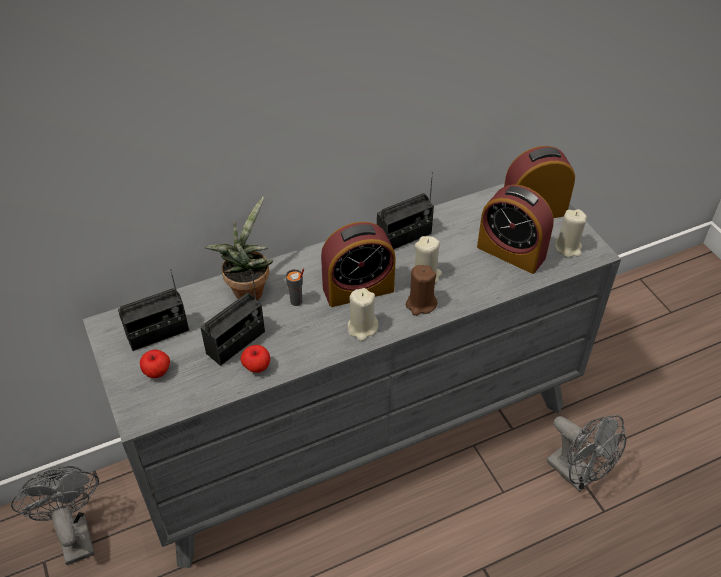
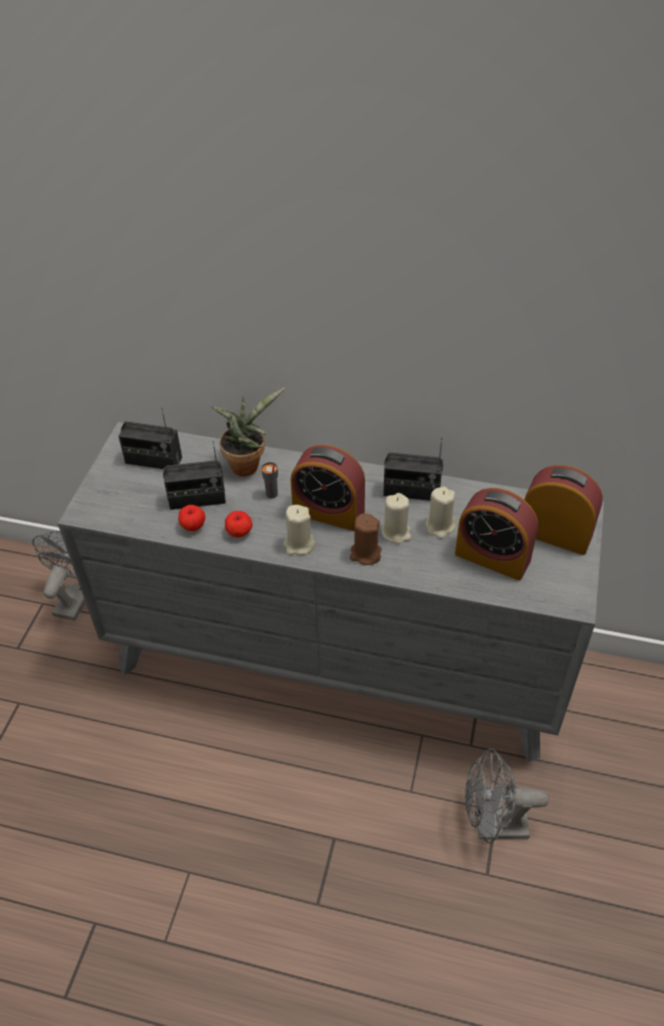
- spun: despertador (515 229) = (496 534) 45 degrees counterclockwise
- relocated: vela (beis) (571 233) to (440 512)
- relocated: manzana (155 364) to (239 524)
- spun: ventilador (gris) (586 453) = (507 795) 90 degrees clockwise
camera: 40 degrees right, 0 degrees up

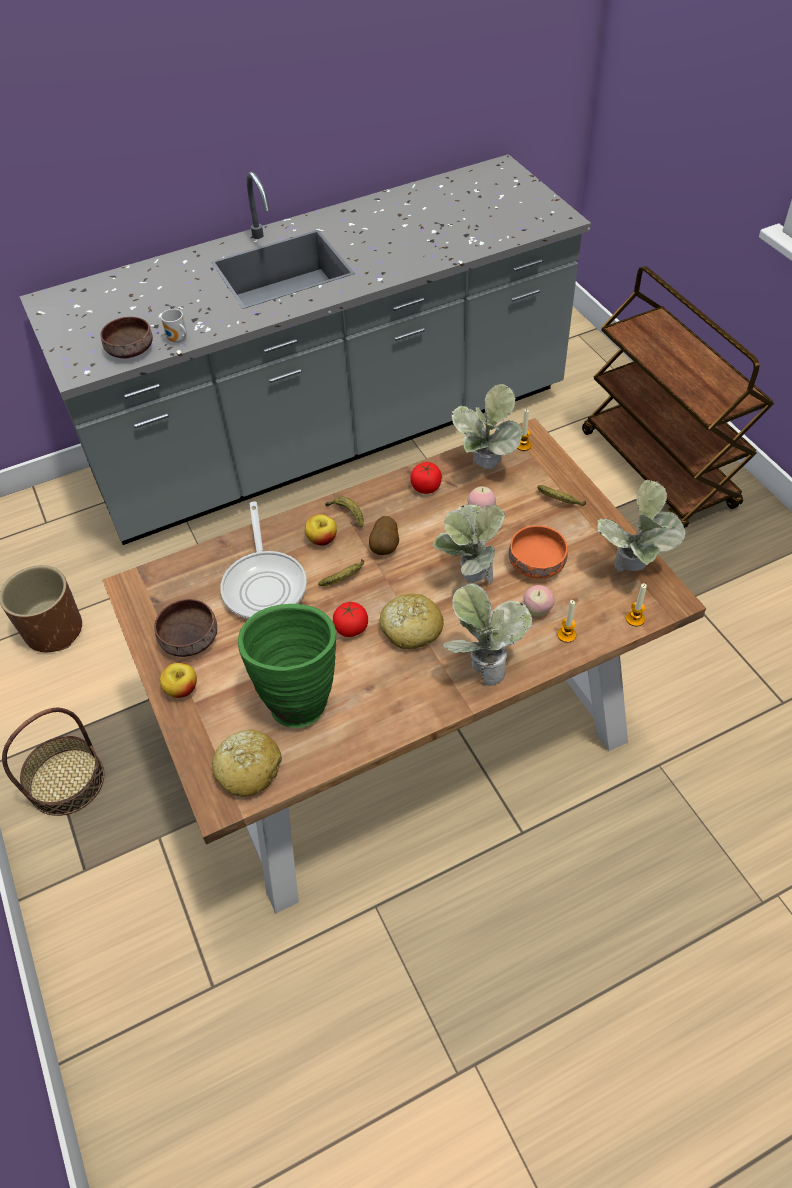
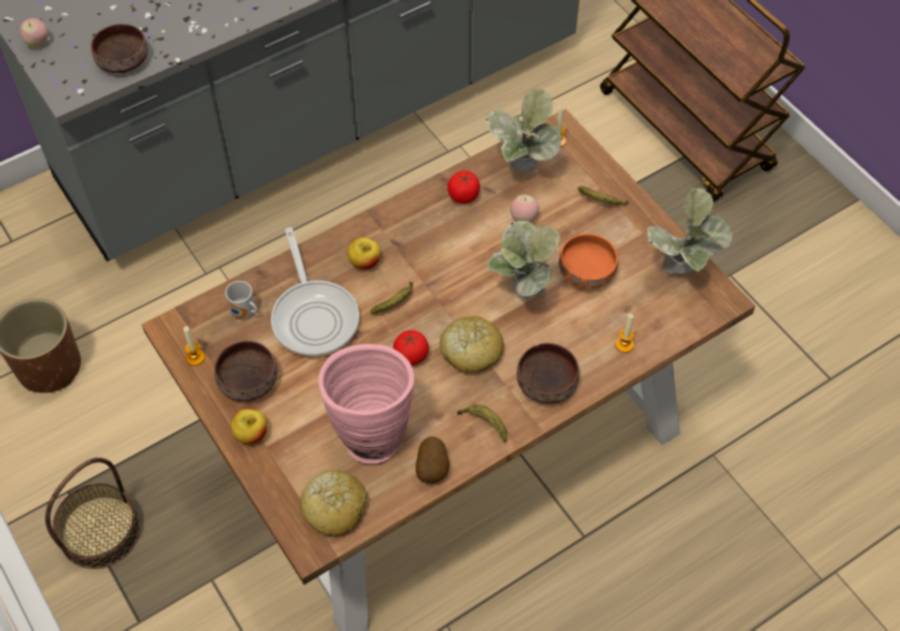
- relocated: taza grande (174 326) to (241 299)
- relocated: plátano (344 512) to (482 423)
- relocated: patata (384 535) to (432 459)
- exchanged: planta en maceta (487 634) to cuenco (marrón) (548 373)
- relocated: vela (636 604) to (194 346)
- relocated: manzana (539 601) to (34 33)
- colour: florero (verde) (287 666) to florero (rosa) (366 404)
camera: 10 degrees left, 5 degrees up

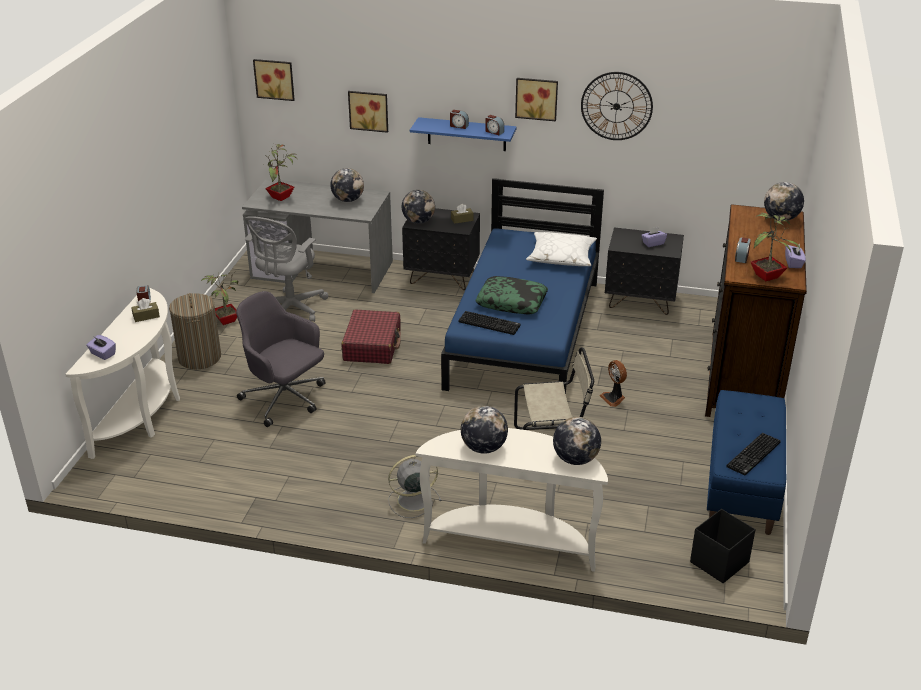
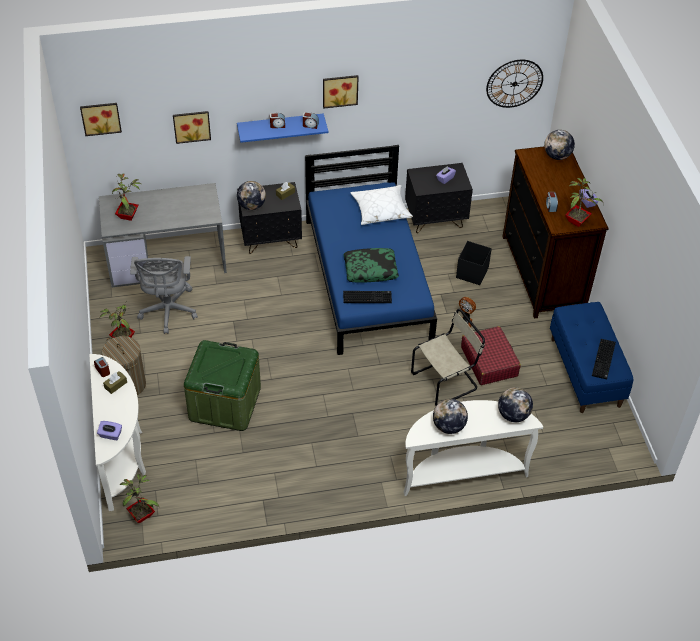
- relocated: reloj de pared (617 106) to (514 84)
- missing: globo terráqueo (347 185)
- exchanged: silla de oficina (gris) (281 359) to caja de almacenaje (verde) (222 385)
- relocated: maleta (rojo) (371 336) to (491 355)
- missing: ventilador (gris) (415 486)
- relocated: caja de almacenaje (negro) (723 546) to (474 263)
- appeared: planta en maceta (139 498)
camera: 25 degrees left, 15 degrees up

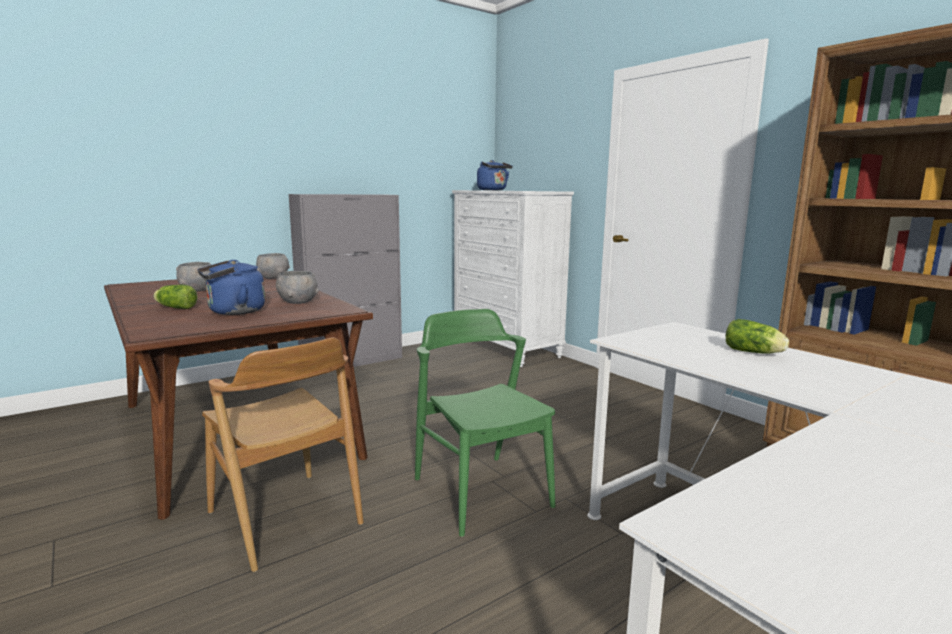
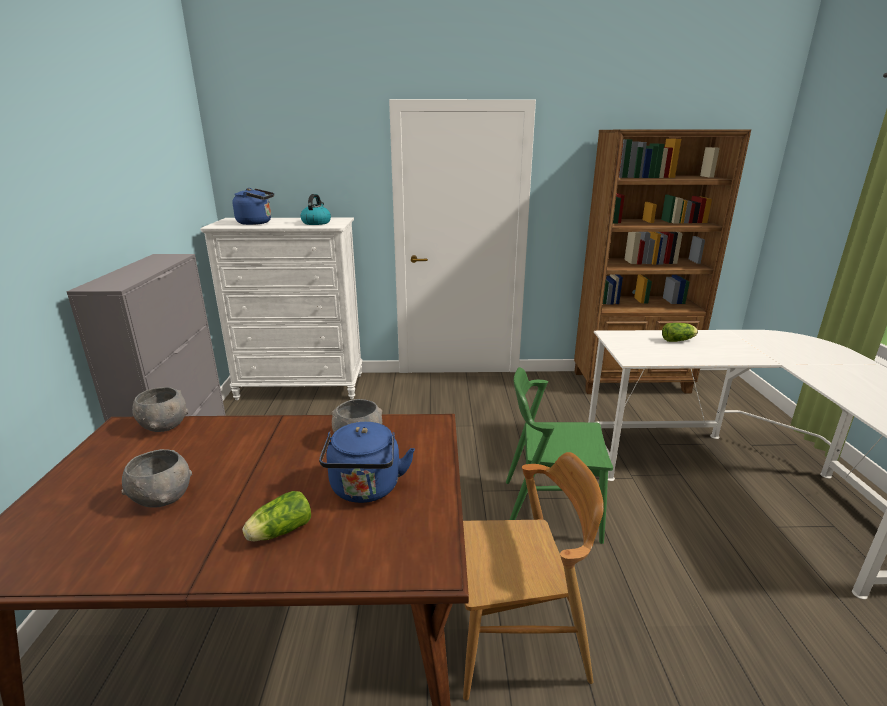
- appeared: hervidor (315 209)
camera: 55 degrees left, 10 degrees up

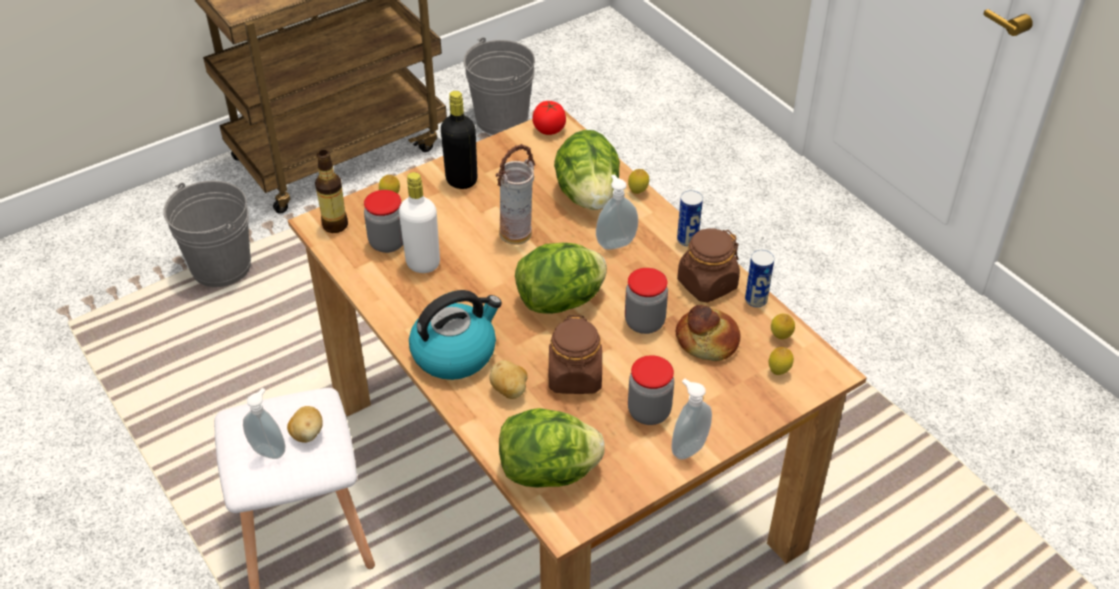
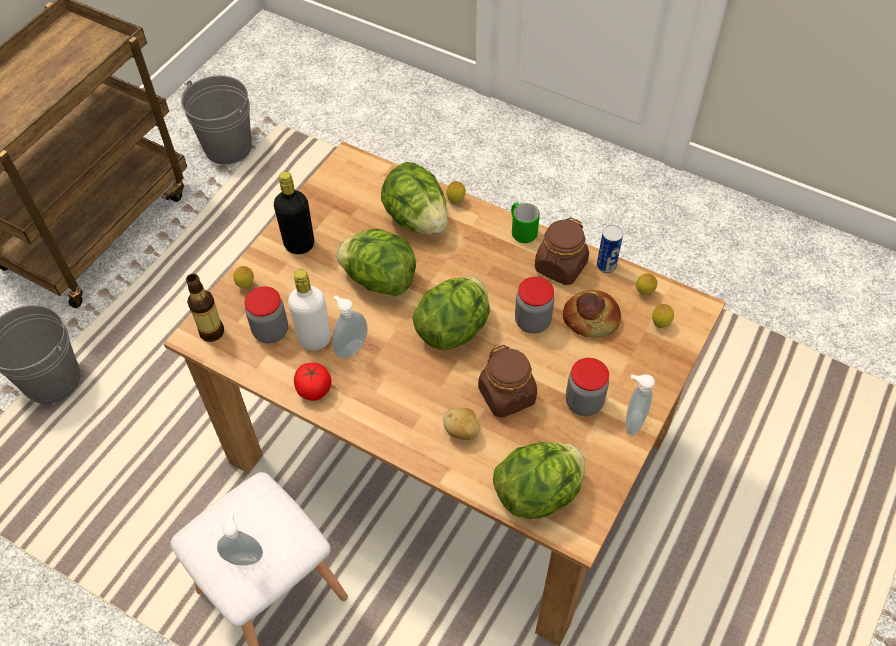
- relocated: tomate (549 118) to (312 382)
- exchanged: florero (515 194) to lechuga (376 263)
- relocated: dispensador de jabón (617 212) to (350 327)
- exchanged: lata (690 218) to taza grande (verde) (525 223)
- missing: hervidor (455 335)
- missing: patata (305 424)
camera: 25 degrees left, 10 degrees up

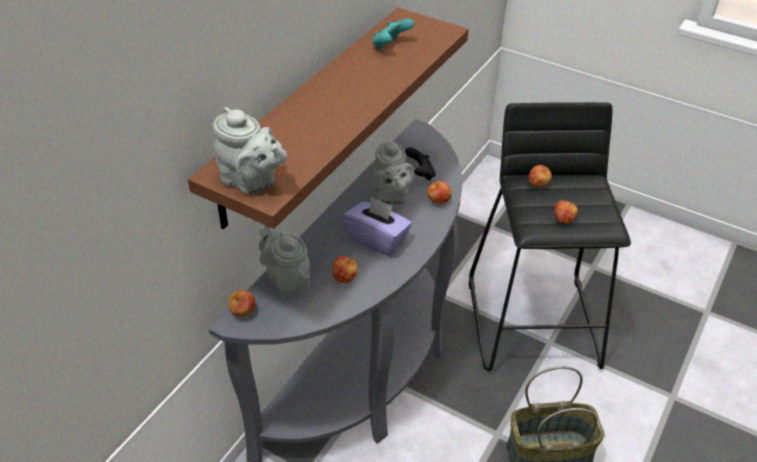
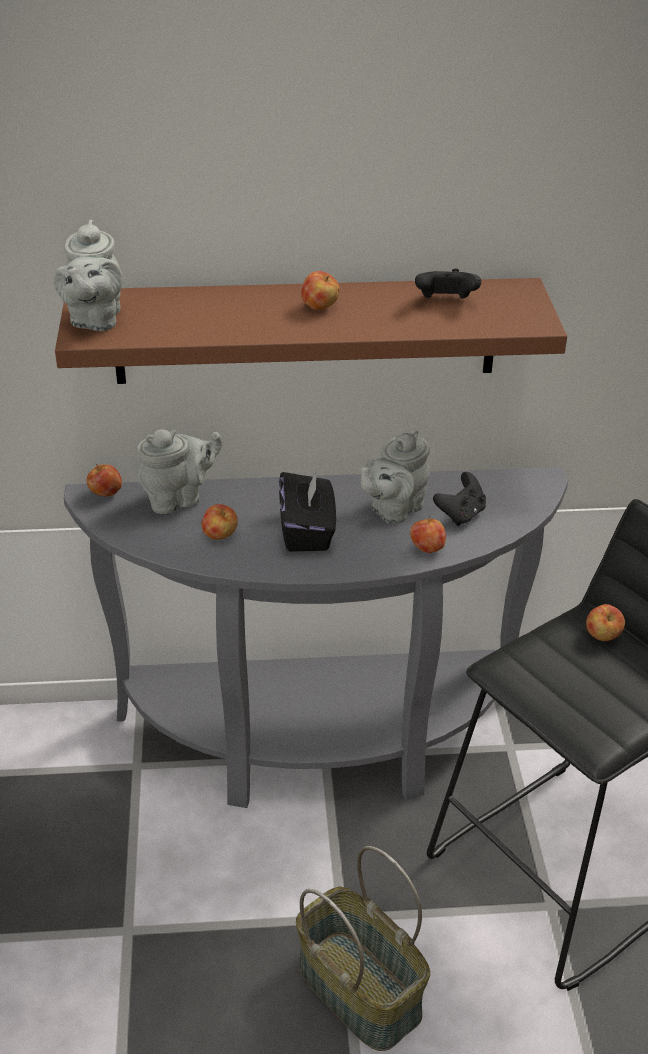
- colour: mando de consola (turquesa) (393 34) to mando de consola (negro) (448 284)
- colour: caja de pañuelos (morado) (377 226) to caja de pañuelos (negro) (307 510)
- relocated: manzana (566 212) to (320 290)
- spun: tetera (gris) (284 260) = (179 471) 45 degrees clockwise
camera: 55 degrees right, 5 degrees down

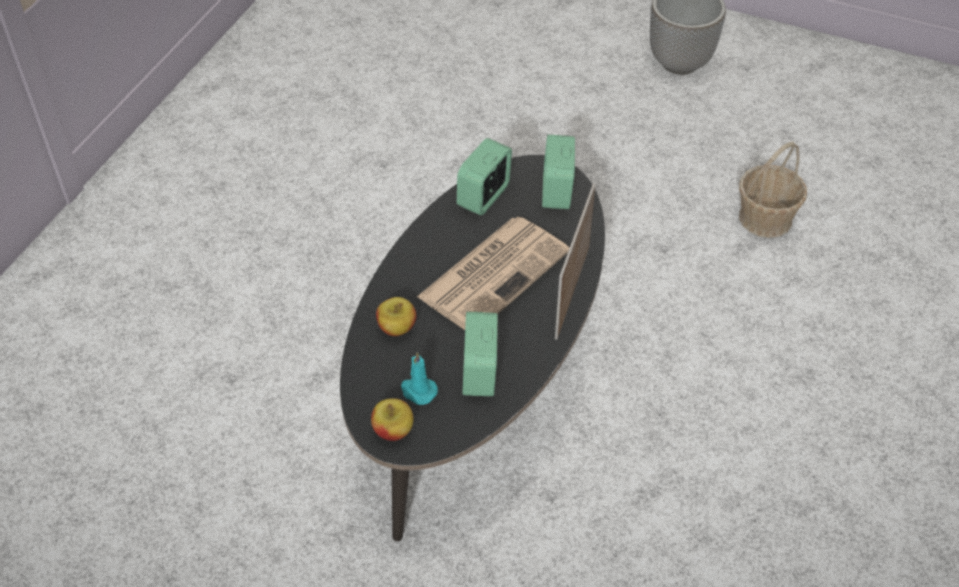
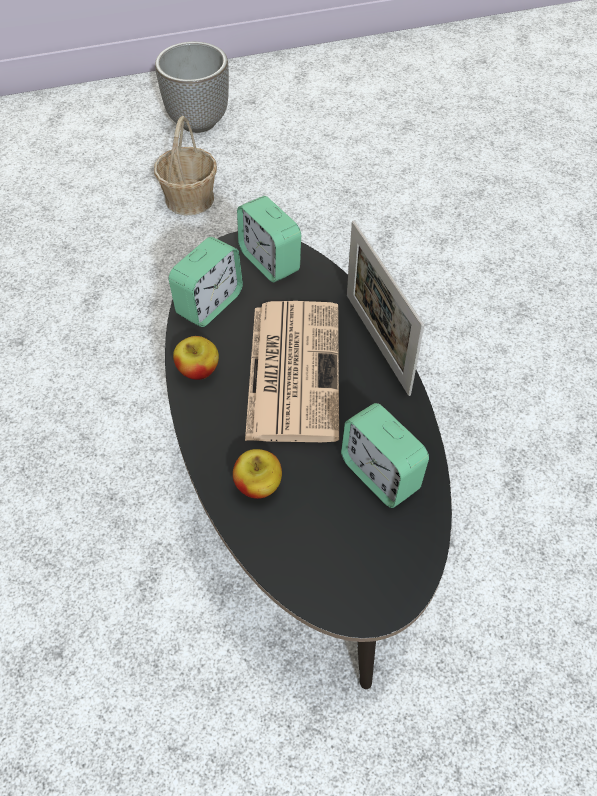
- spun: despertador (484 176) = (206 282) 135 degrees counterclockwise
- relocated: cesta (773 190) to (185 165)
- missing: vela (turquesa) (419 378)
- relocated: manzana (392 419) to (196 358)
camera: 40 degrees left, 5 degrees up

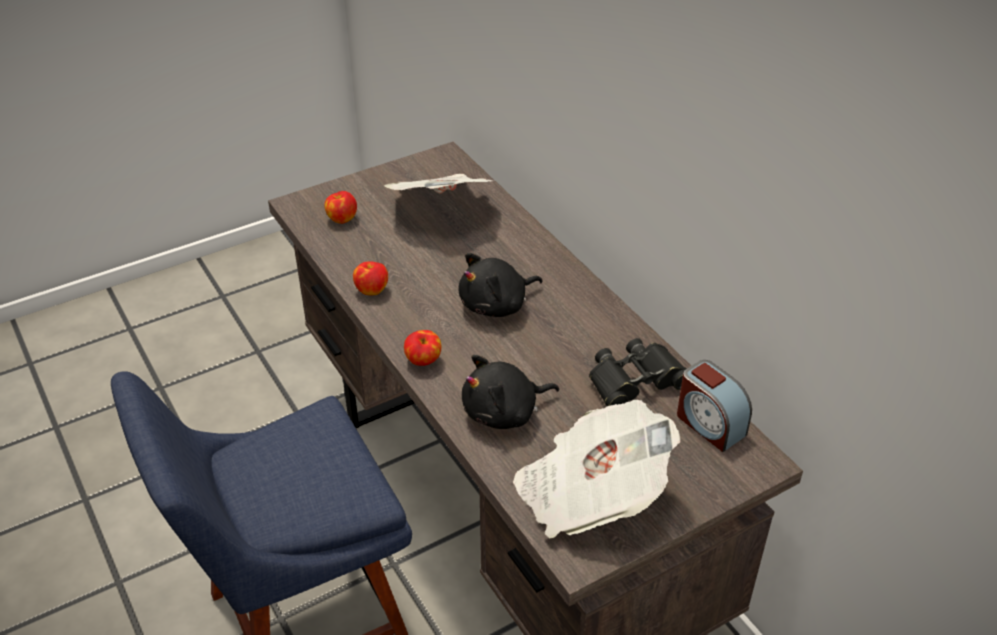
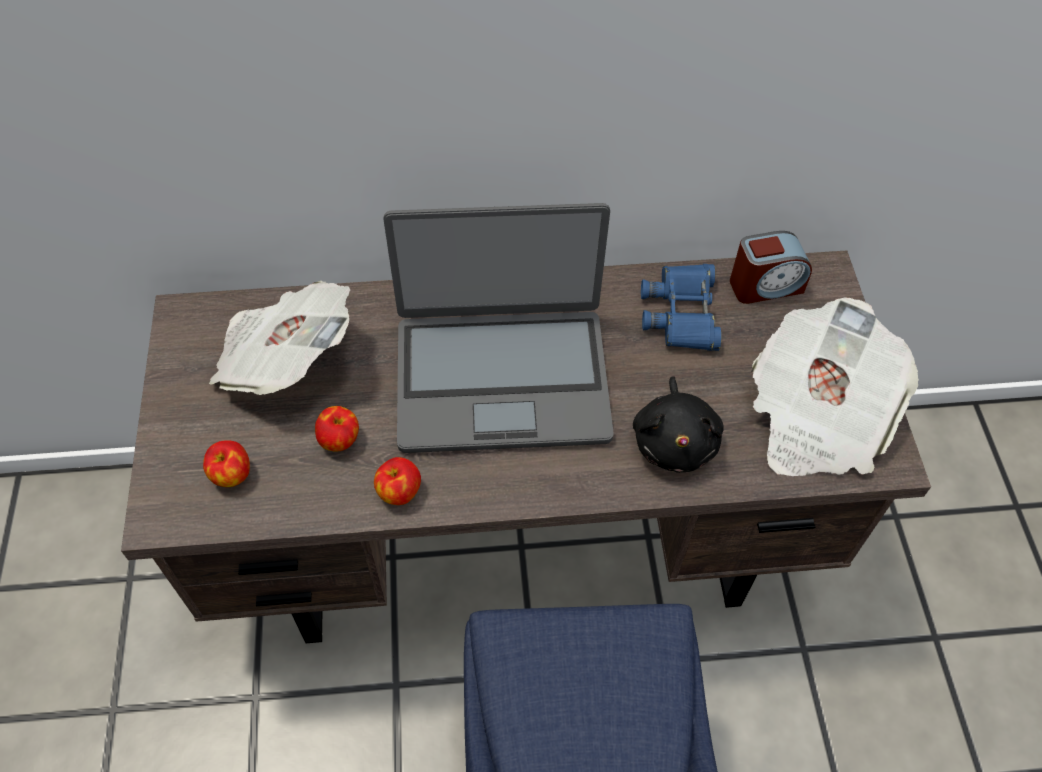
- exchanged: peluche (negro) (500 285) to portátil (498 328)
- relocated: manzana (423 348) to (337 428)
- colour: prismáticos (negro) (638 372) to prismáticos (azul) (681 307)
camera: 65 degrees left, 15 degrees up

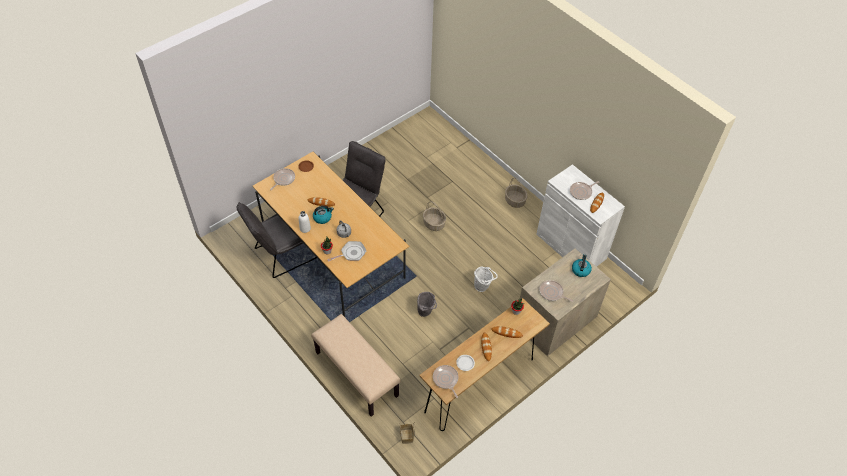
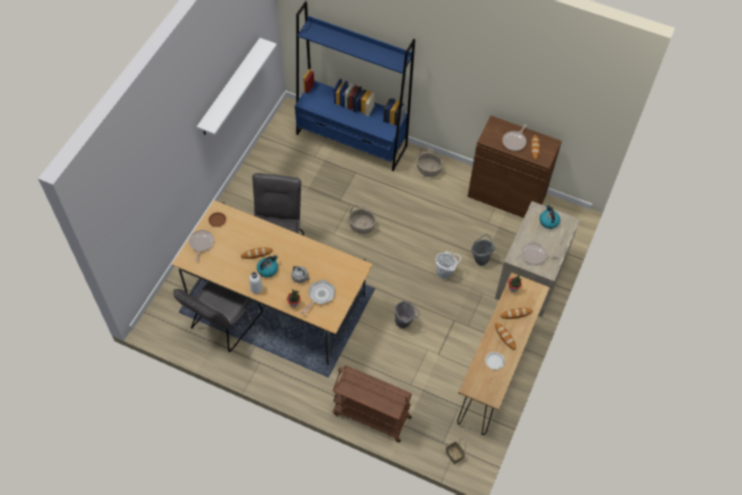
- colour: armario (blanco) (580 215) to armario (marrón) (515 167)
- exchanged: banco (beis) (356 365) to carrito (marrón) (372 404)
- missing: sartén (446 381)
- appeared: estantería (azul) (355 86)
- appeared: estante (blanco) (237 86)
- appeared: cubo (gris) (483 250)
camera: 25 degrees left, 5 degrees up

